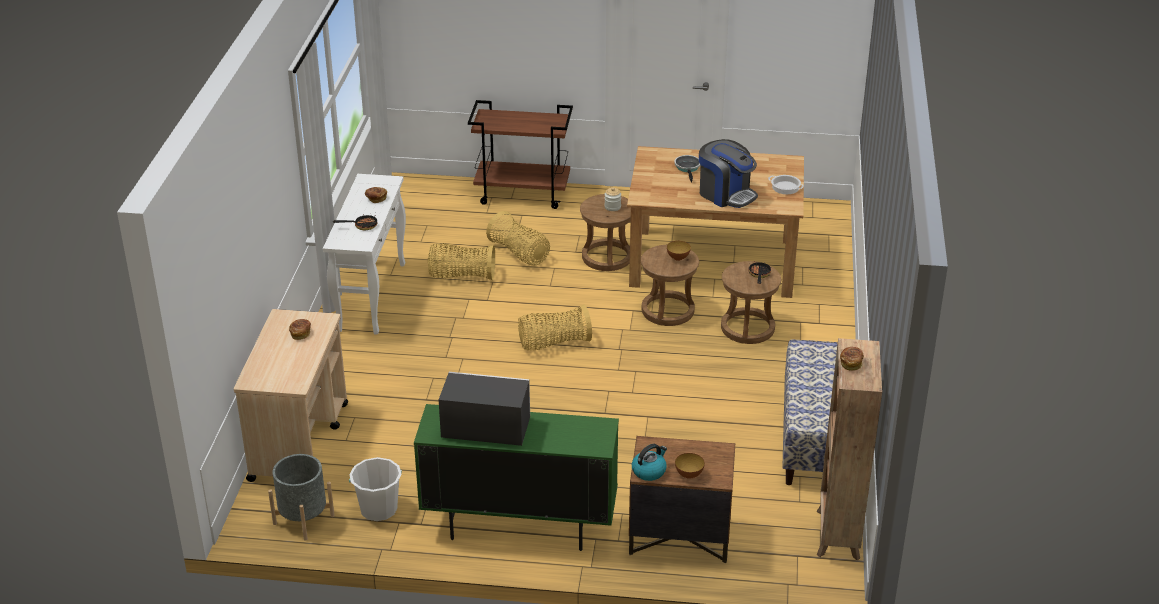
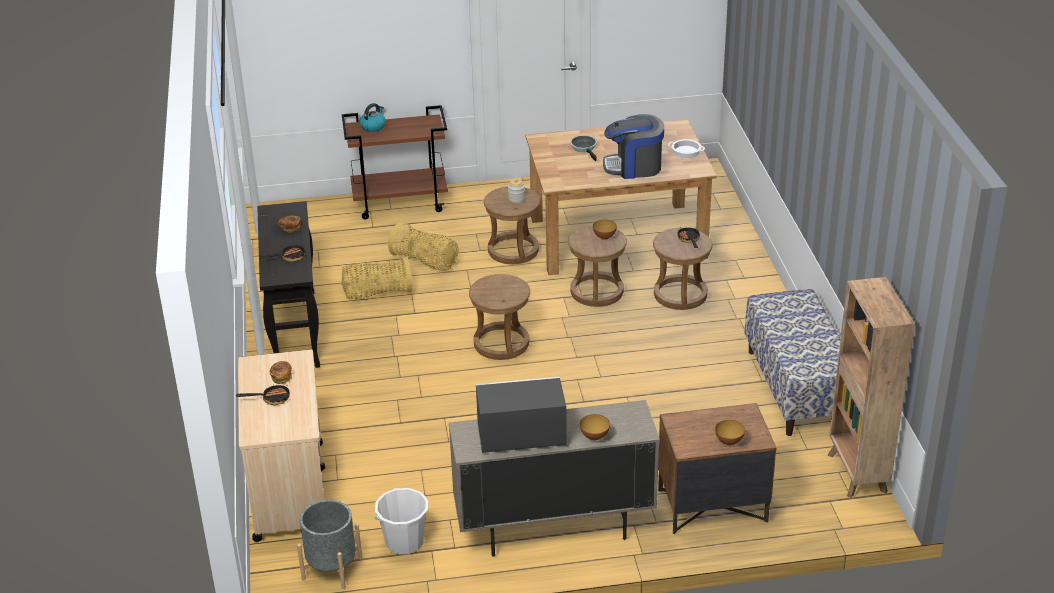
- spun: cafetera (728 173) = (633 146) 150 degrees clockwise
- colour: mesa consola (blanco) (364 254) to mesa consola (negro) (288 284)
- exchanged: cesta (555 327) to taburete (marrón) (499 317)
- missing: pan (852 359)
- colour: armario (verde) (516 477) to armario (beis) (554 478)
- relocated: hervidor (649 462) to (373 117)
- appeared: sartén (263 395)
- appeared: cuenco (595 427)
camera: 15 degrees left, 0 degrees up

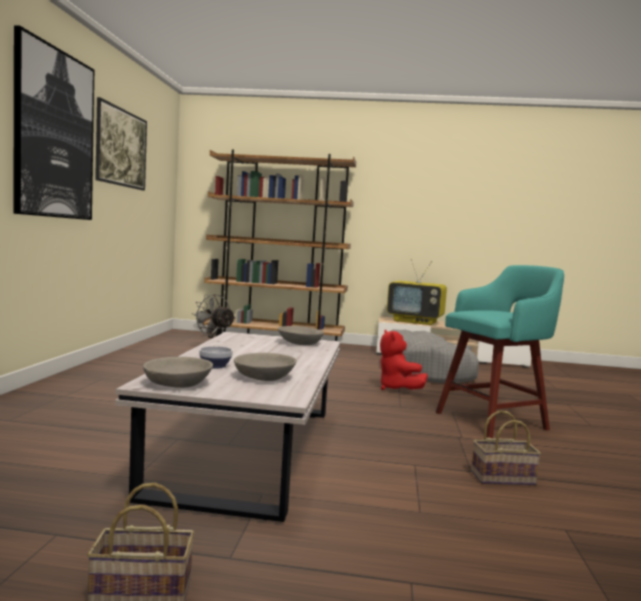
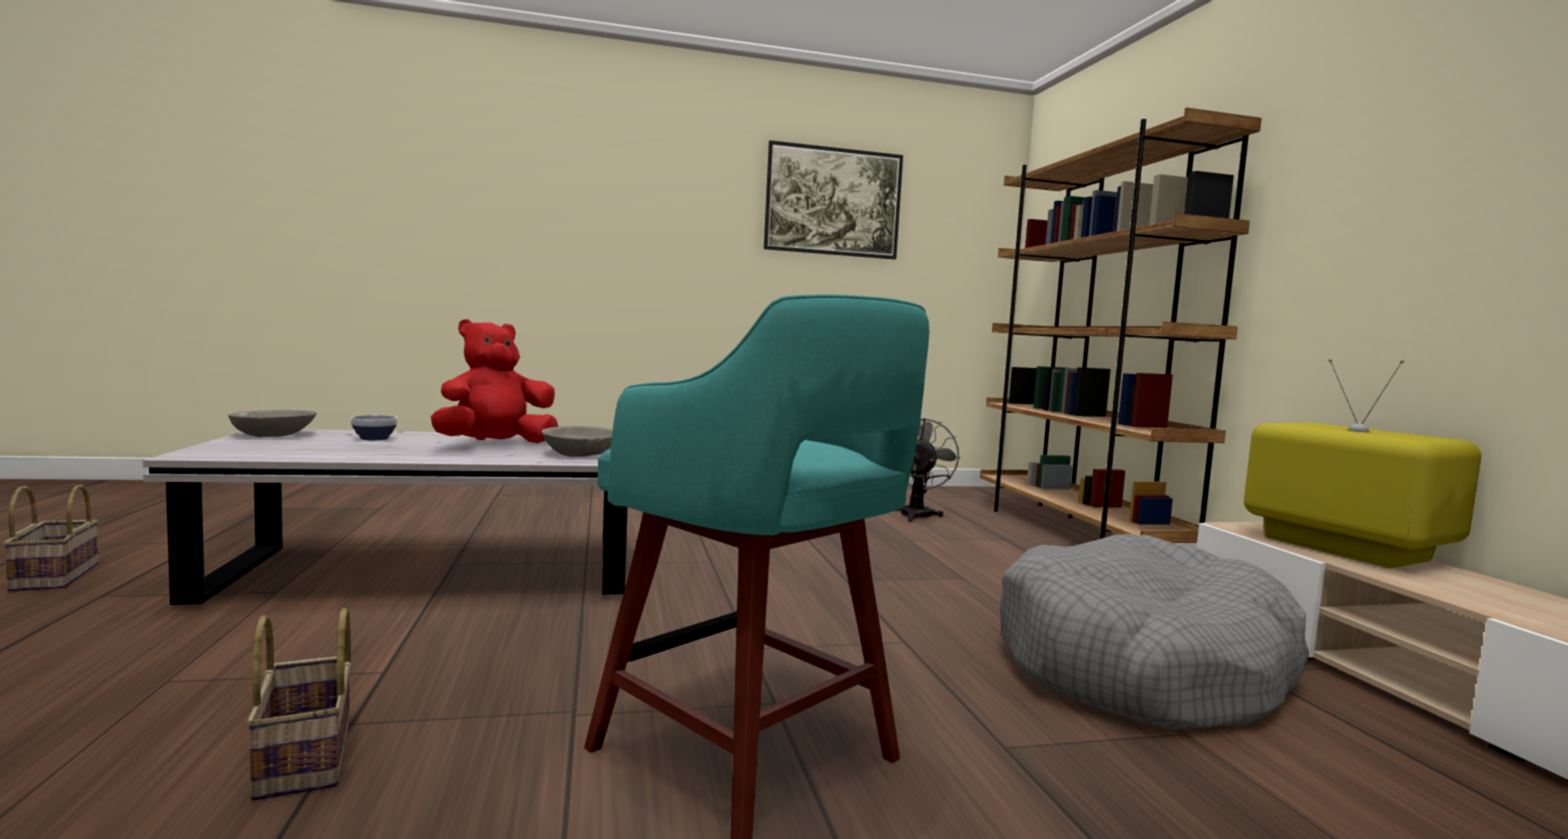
- missing: cuadro (53 123)
- spun: televisor (417 292) = (1362 463) 150 degrees clockwise
- relocated: peluche (rojo) (404 360) to (494 381)
- missing: cuenco (gris) (265 367)
camera: 70 degrees right, 0 degrees up

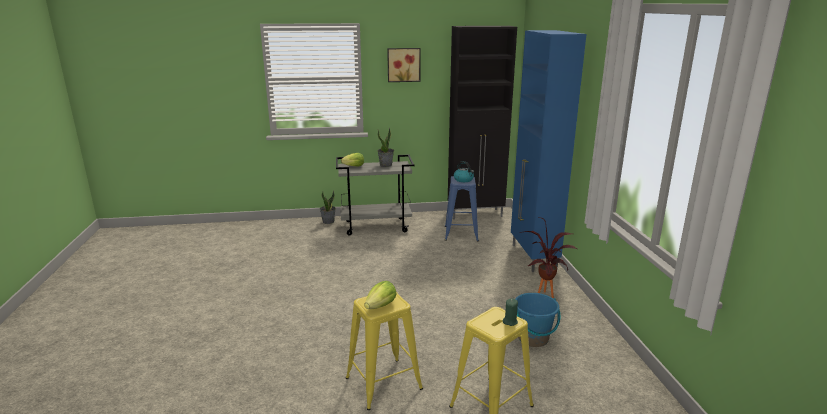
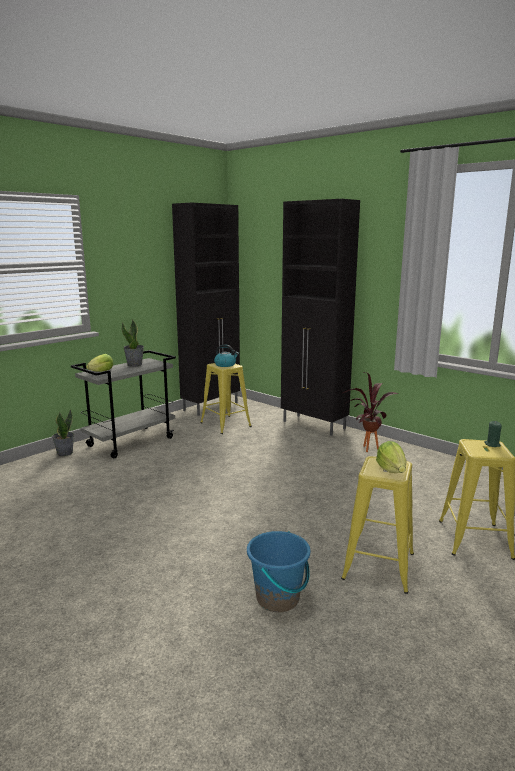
- colour: armario (azul) (548 151) to armario (negro) (320 317)
- missing: cuadro (404 65)
- colour: taburete (azul) (462 209) to taburete (amarillo) (225 398)
- relocated: cubo (azul) (537 320) to (278 571)
camera: 40 degrees left, 5 degrees down

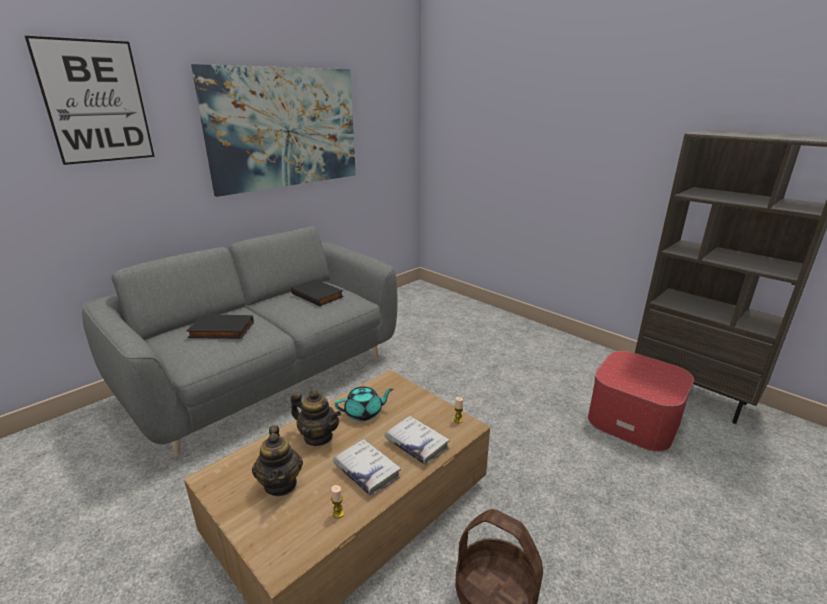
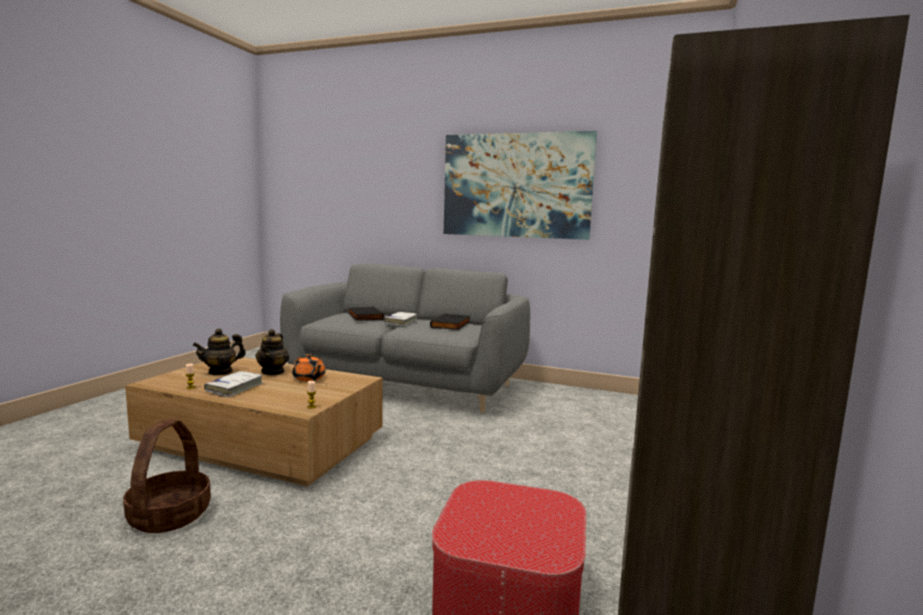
- missing: cuadro (90 100)
- colour: tetera (turquesa) (364 404) to tetera (naranja) (308 367)
- relocated: libro (blanco) (417 440) to (400 319)
camera: 65 degrees right, 15 degrees down

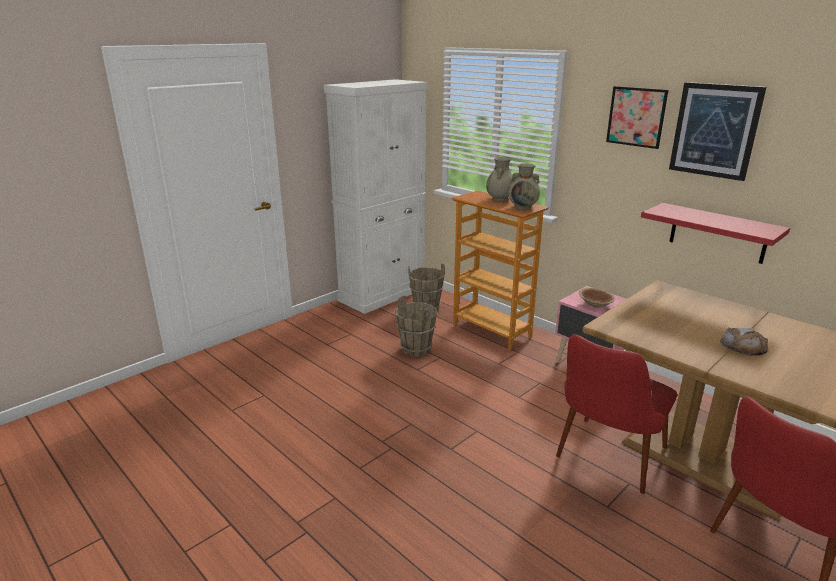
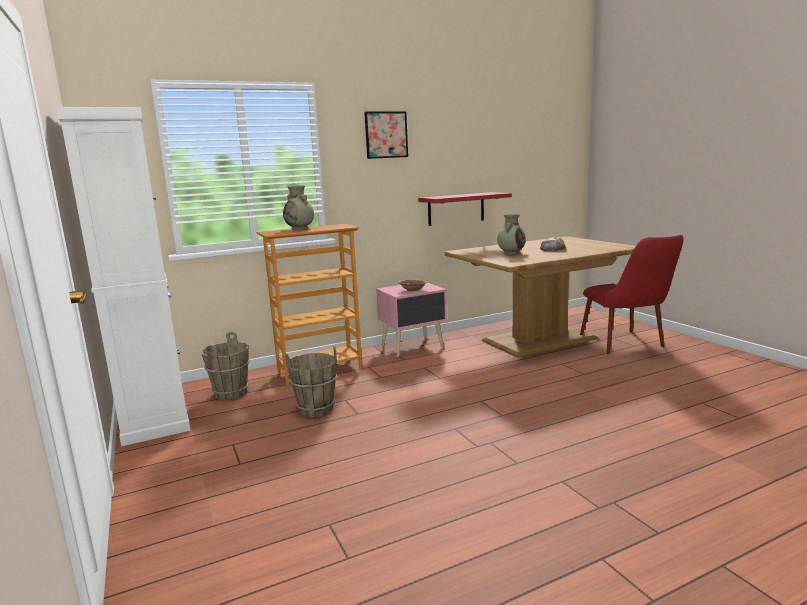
- missing: cuadro (717 131)
- relocated: florero (beis) (524 186) to (511 234)
- missing: silla (rojo) (616 414)
camera: 70 degrees left, 10 degrees down

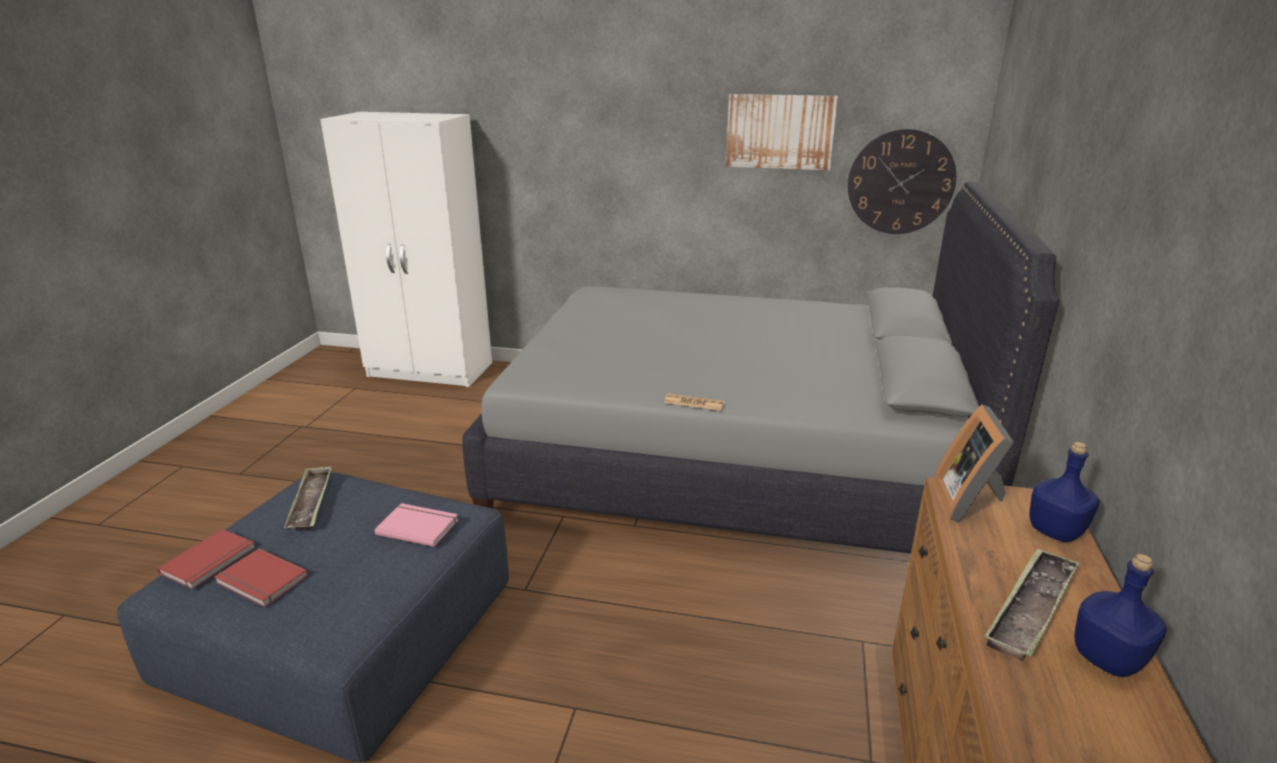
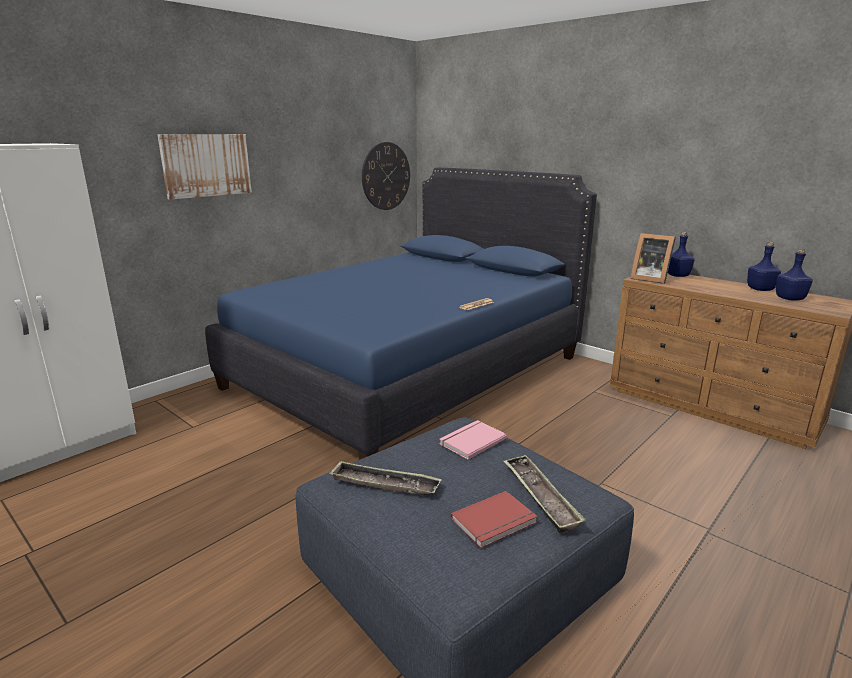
- relocated: cuadro (782 132) to (204 167)
- colour: cama (gris) (760 368) to cama (azul) (401 314)
- missing: libro (rojo) (206 559)
- relocated: bandeja (1031 604) to (544 494)
- appeared: botella (azul) (794 274)
camera: 60 degrees left, 5 degrees down

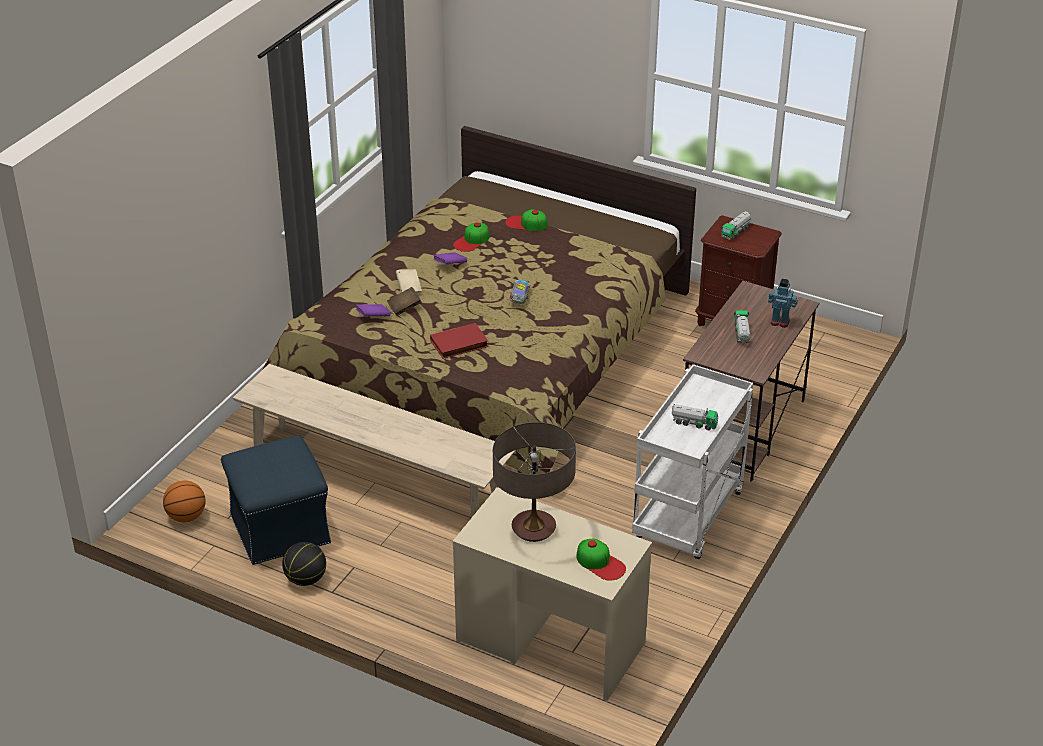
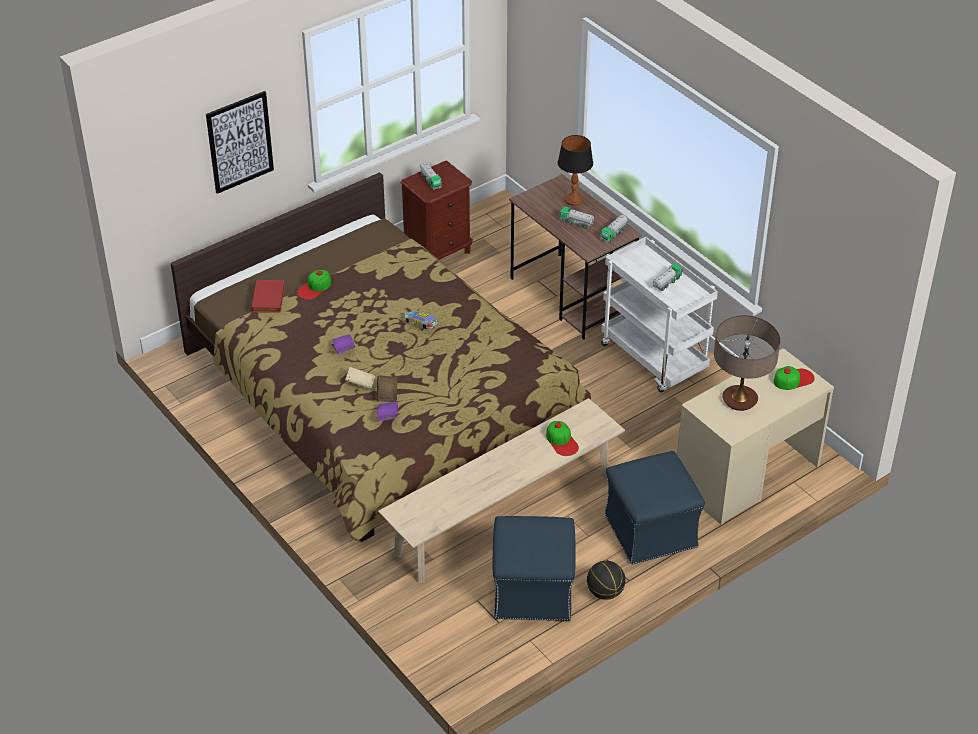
- relocated: gorra (471 237) to (562 438)
- exchanged: robot de juguete (783 303) to lámpara de mesa (575 170)
- relocated: libro (rojo) (459 341) to (268 296)
- missing: balón de baloncesto (184 501)
- appeared: cuadro (240 142)
- appeared: camión de juguete (614 228)
- appeared: puf (azul) (654 508)
camera: 65 degrees left, 5 degrees up

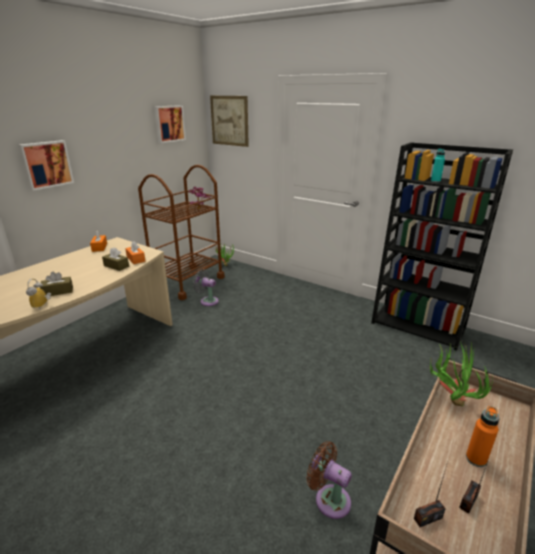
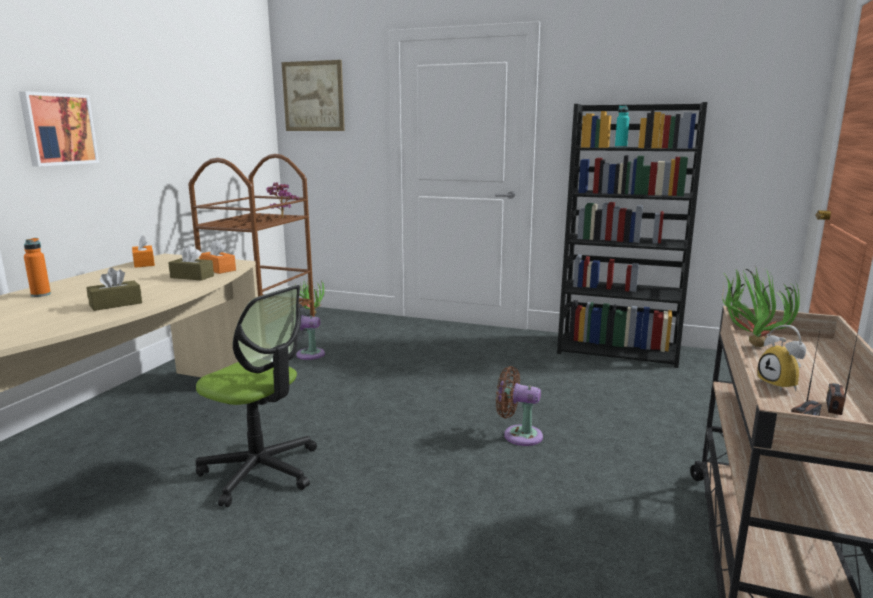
- missing: cuadro (170 124)
- relocated: despertador (38 294) to (782 358)
- relocated: botella (naranja) (482 436) to (37 267)
- relocated: ventilador (marrón) (329 480) to (519 406)
- appeared: silla de oficina (256 396)
camera: 15 degrees left, 10 degrees down

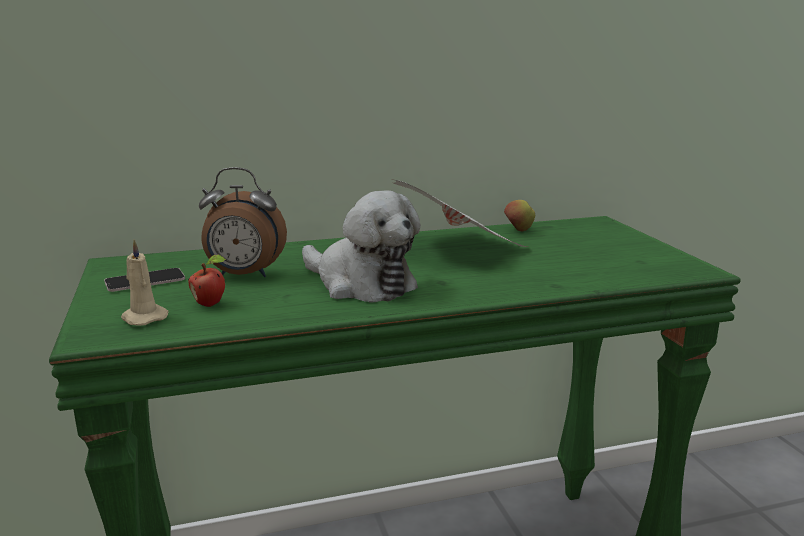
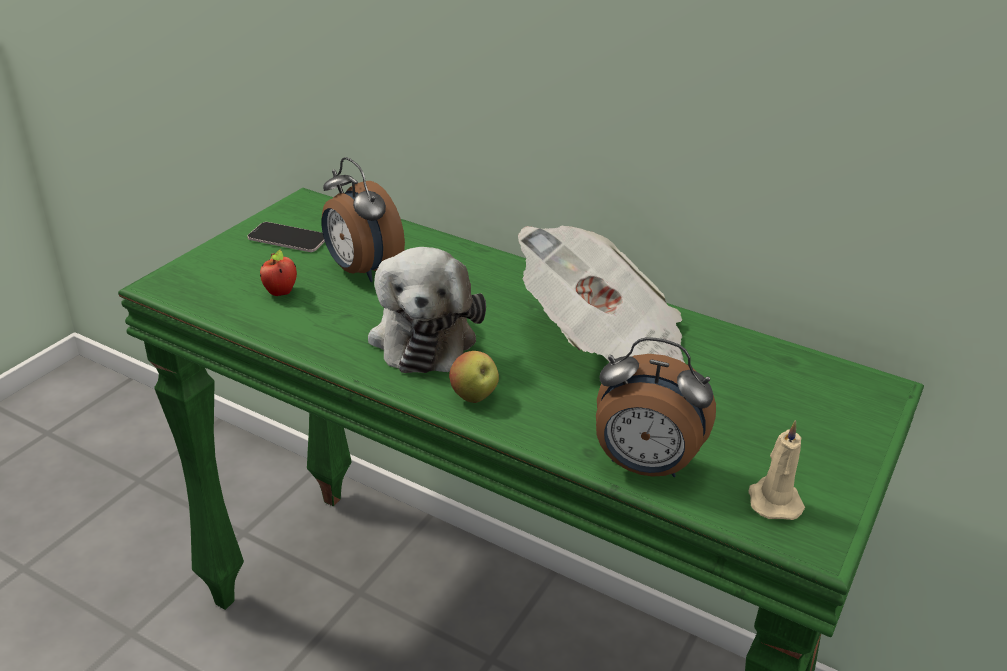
- relocated: manzana (519 216) to (474 377)
- relocated: vela (beis) (144 282) to (777 470)
- appeared: despertador (656 407)
camera: 45 degrees right, 15 degrees up

